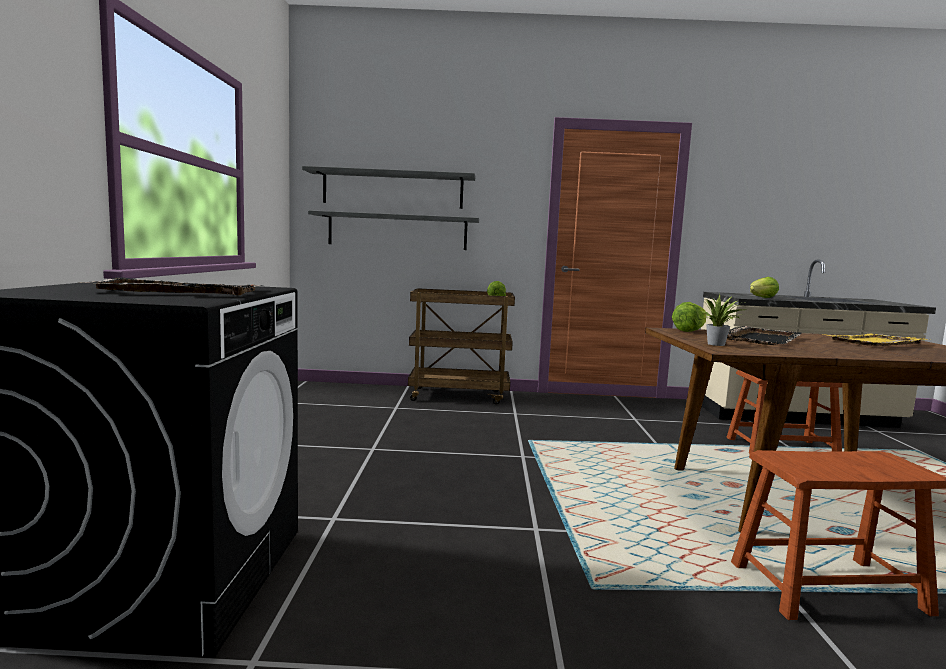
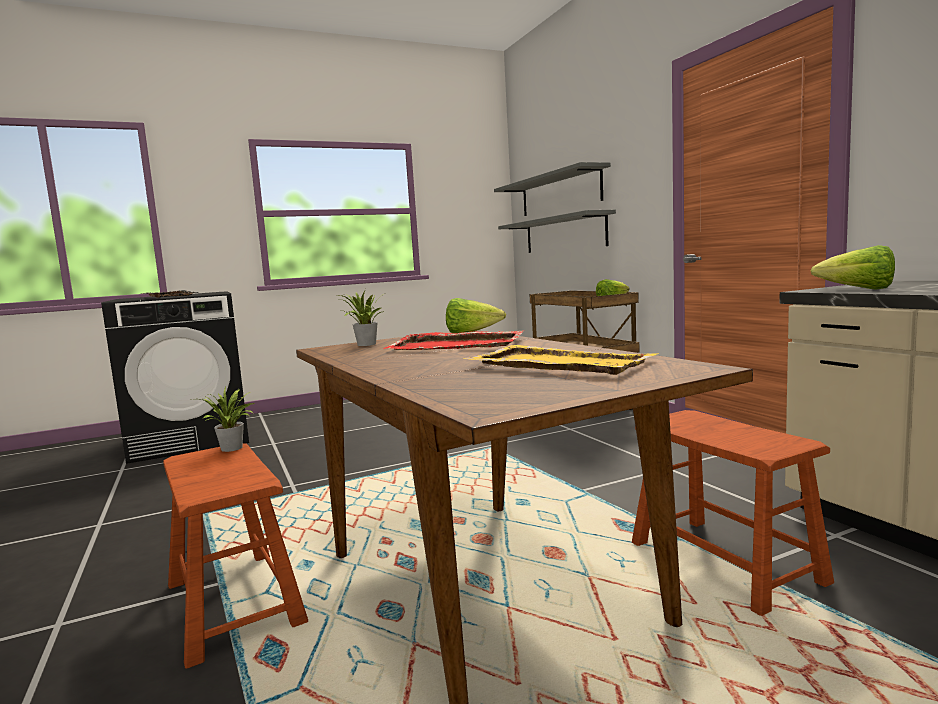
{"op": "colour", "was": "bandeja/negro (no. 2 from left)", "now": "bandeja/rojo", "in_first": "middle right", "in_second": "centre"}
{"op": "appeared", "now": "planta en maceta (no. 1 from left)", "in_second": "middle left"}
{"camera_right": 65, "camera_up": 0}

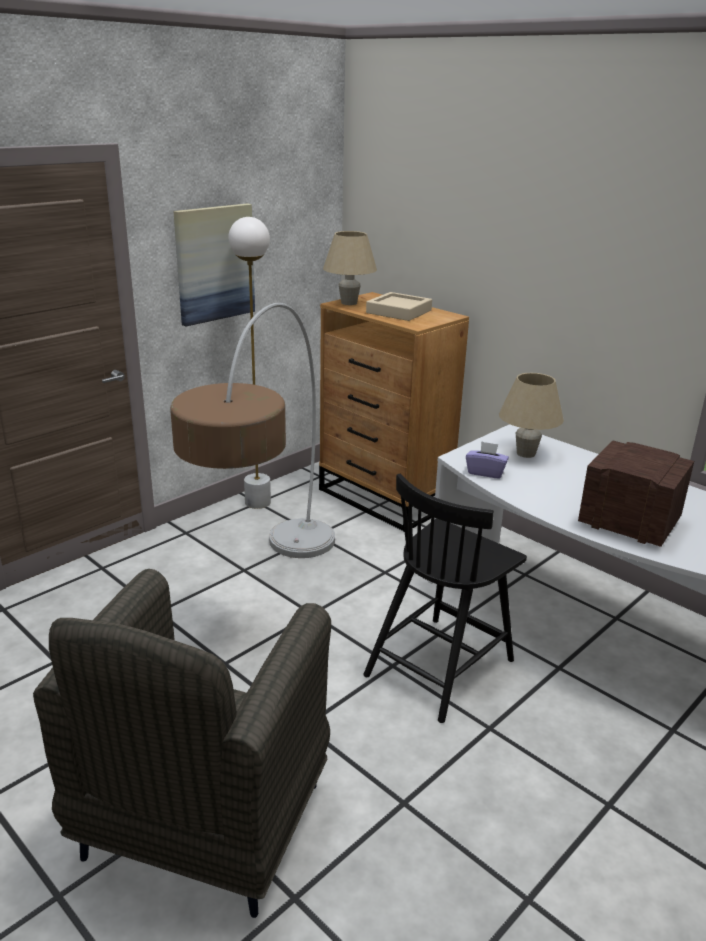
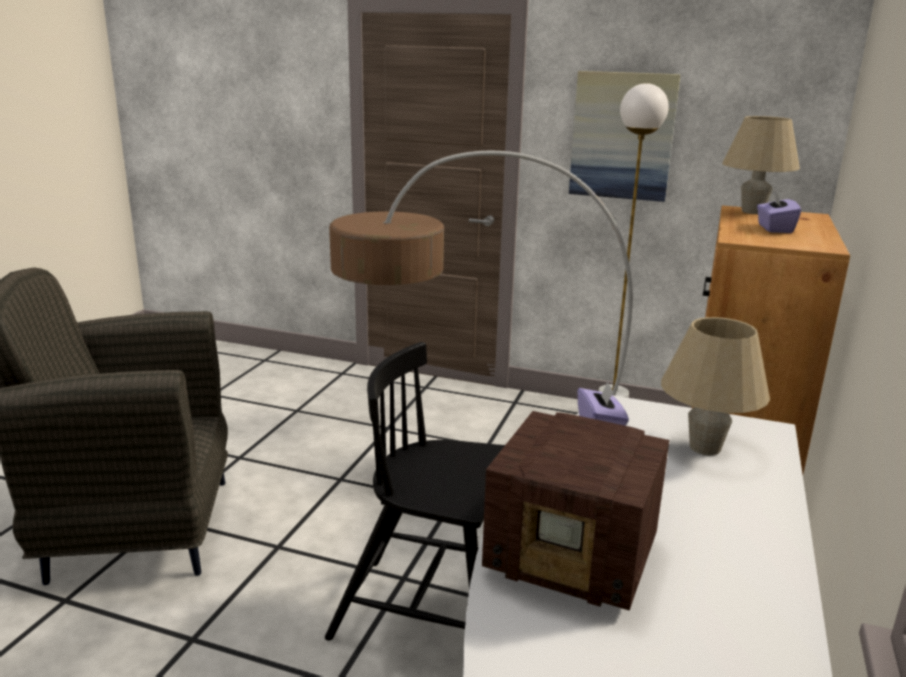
{"op": "exchanged", "was": "bandeja/beis", "now": "caja de pañuelos/morado (no. 2 from left)", "in_first": "top centre", "in_second": "top right"}
{"op": "spun", "was": "radio", "in_first": "middle right", "in_second": "bottom centre", "clockwise": 105}
{"camera_right": 65, "camera_up": -5}

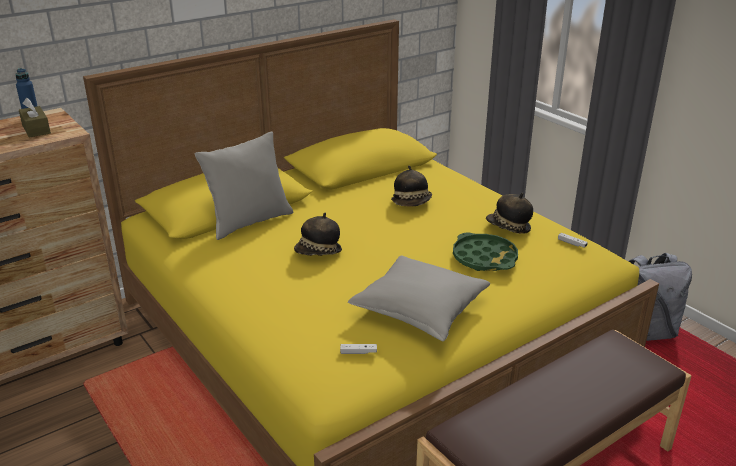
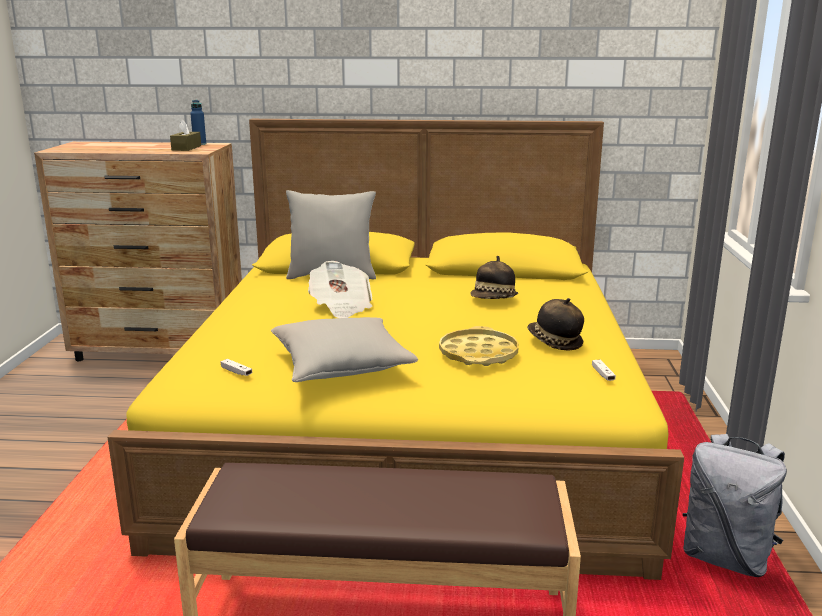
{"op": "exchanged", "was": "sombrero (no. 1 from left)", "now": "periódico", "in_first": "centre", "in_second": "centre"}
{"op": "colour", "was": "bandeja/verde", "now": "bandeja/amarillo", "in_first": "centre", "in_second": "centre"}
{"camera_right": 40, "camera_up": -10}

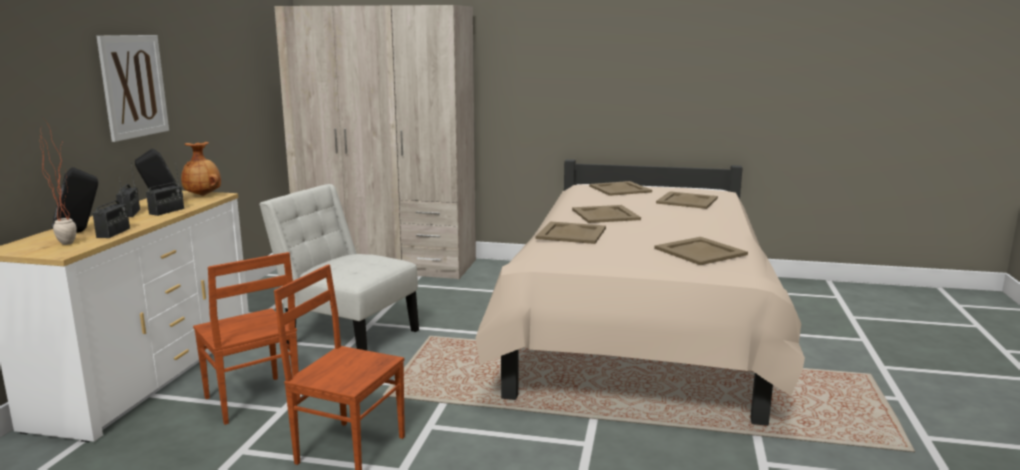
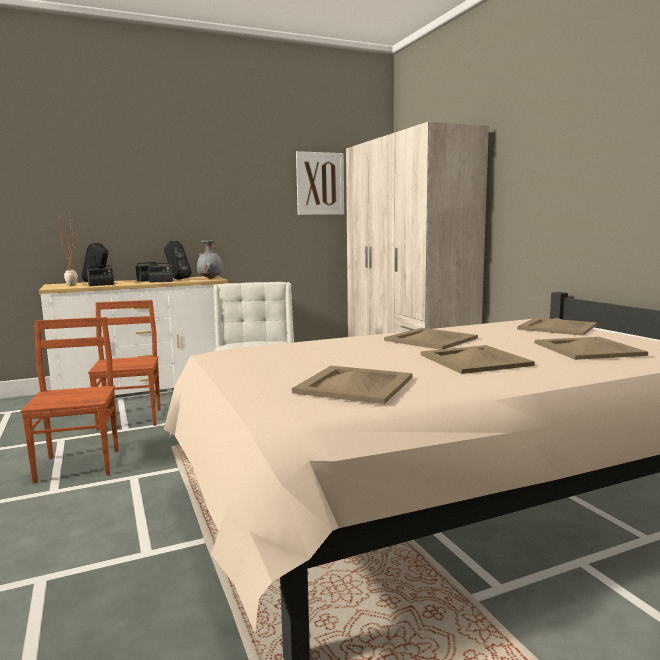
{"op": "relocated", "was": "cuadro", "in_first": "top left", "in_second": "top centre"}
{"op": "colour", "was": "florero/marrón", "now": "florero/gris", "in_first": "middle left", "in_second": "middle left"}
{"op": "relocated", "was": "bandeja/beis (no. 1 from left in the first image)", "now": "bandeja/beis (no. 3 from left)", "in_first": "centre", "in_second": "middle right"}
{"op": "spun", "was": "silla/marrón (no. 1 from left in the first image)", "in_first": "bottom left", "in_second": "middle left", "clockwise": 150}
{"camera_right": 55, "camera_up": -5}

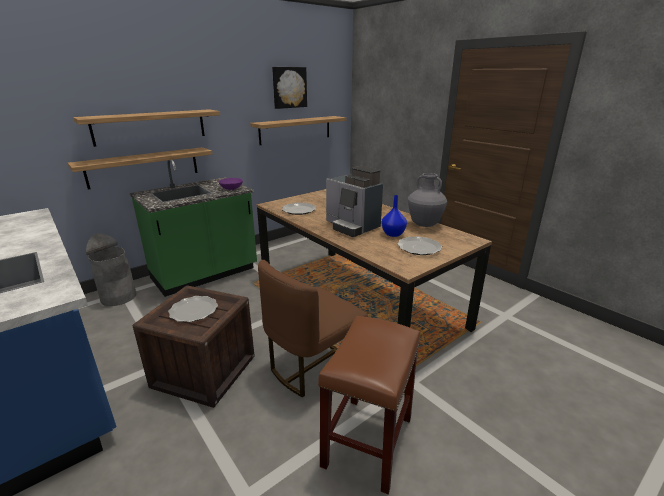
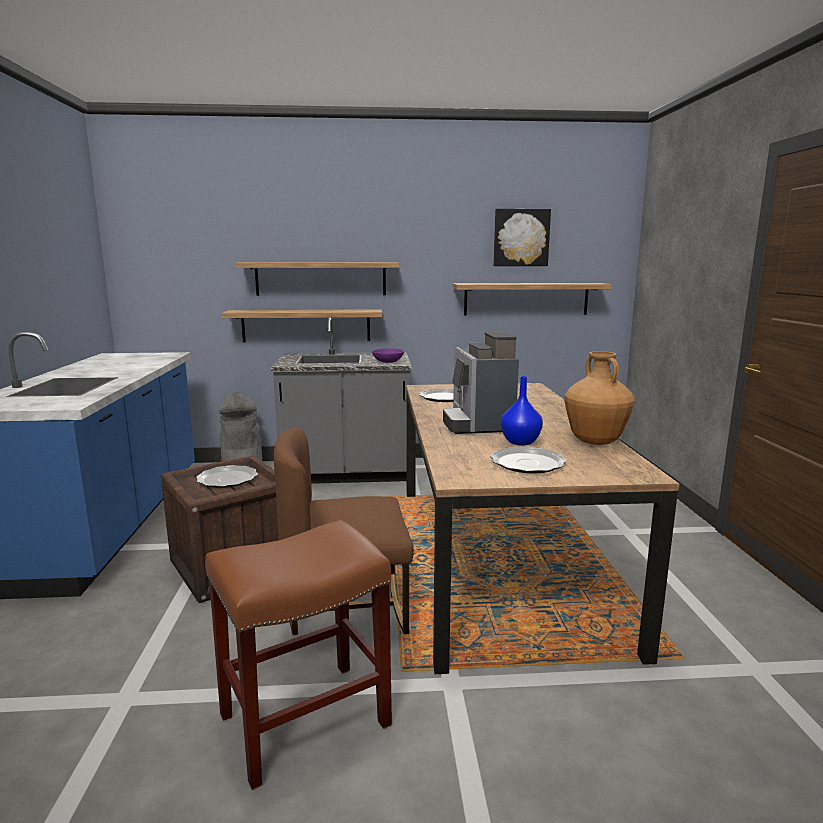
{"op": "colour", "was": "mueble bajo de cocina/verde", "now": "mueble bajo de cocina/gris", "in_first": "middle left", "in_second": "centre"}
{"op": "colour", "was": "florero/gris", "now": "florero/marrón", "in_first": "centre", "in_second": "middle right"}
{"camera_right": 35, "camera_up": -10}

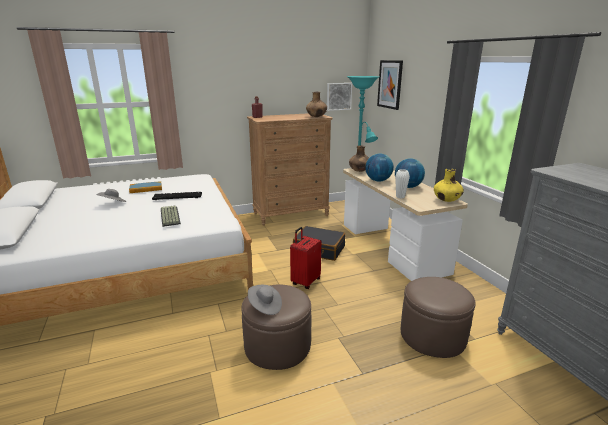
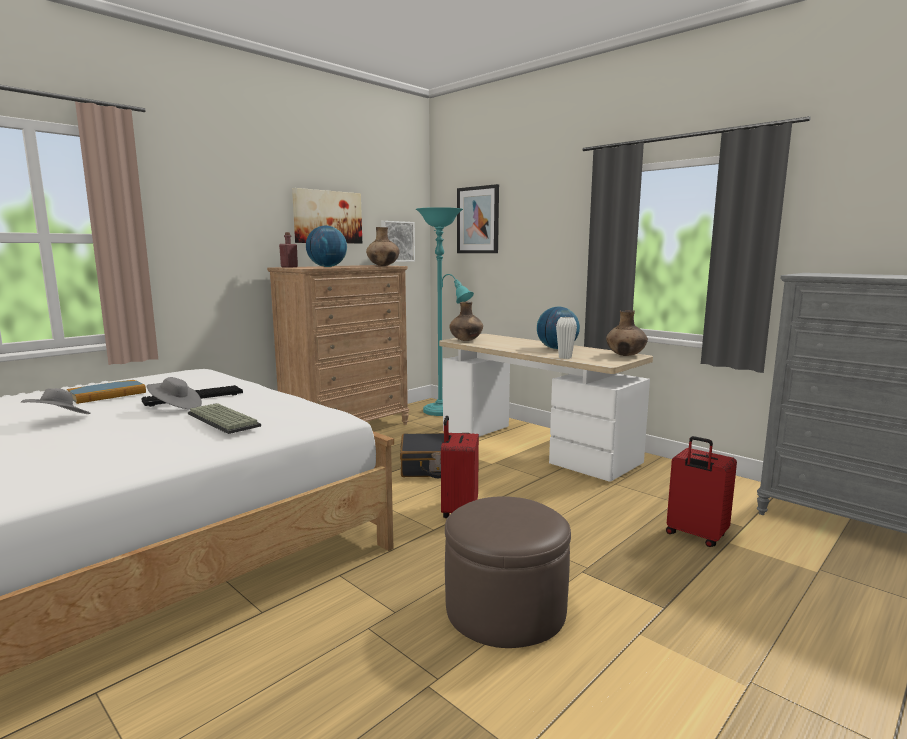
{"op": "relocated", "was": "globo terráqueo (no. 1 from left)", "in_first": "centre", "in_second": "top centre"}
{"op": "colour", "was": "florero/amarillo", "now": "florero/marrón (no. 3 from left)", "in_first": "middle right", "in_second": "middle right"}
{"op": "exchanged", "was": "puf/marrón (no. 2 from left)", "now": "maleta/rojo (no. 2 from left)", "in_first": "bottom right", "in_second": "middle right"}
{"op": "relocated", "was": "sombrero/gris (no. 2 from left)", "in_first": "bottom centre", "in_second": "middle left"}
{"op": "appeared", "now": "cuadro (no. 1 from left)", "in_second": "top centre"}
{"camera_right": -25, "camera_up": -10}

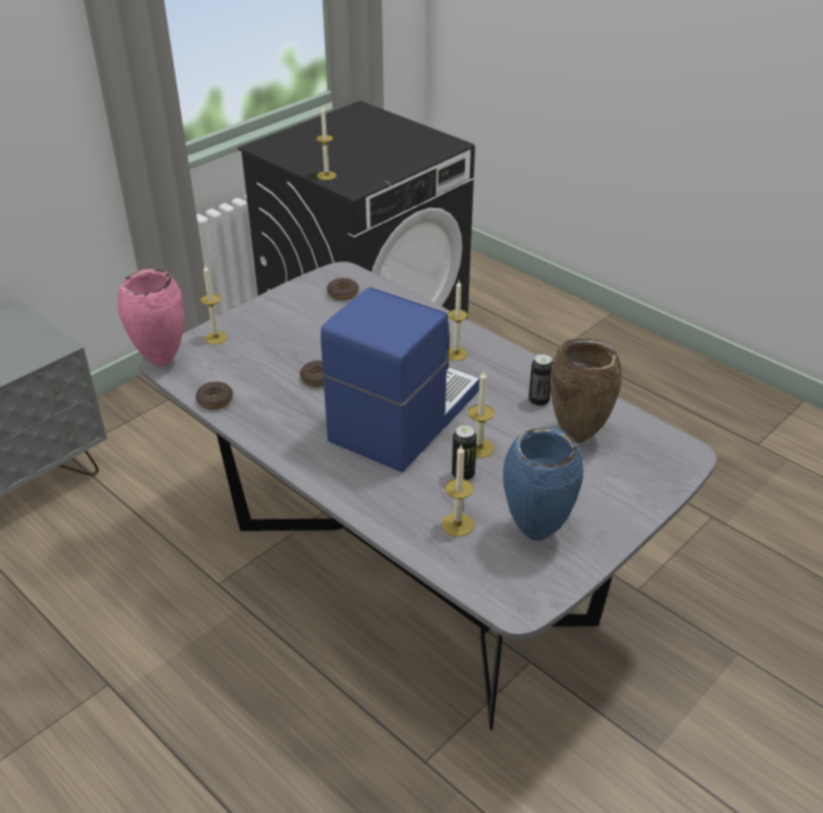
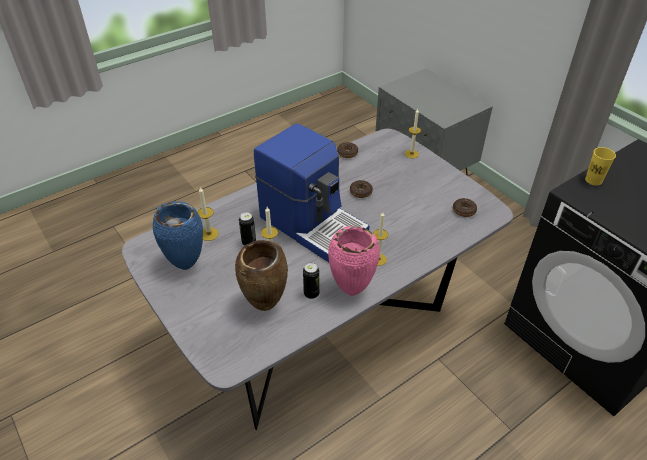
{"op": "exchanged", "was": "vela (no. 2 from left)", "now": "taza/amarillo", "in_first": "top centre", "in_second": "middle right"}
{"op": "relocated", "was": "florero/rosa", "in_first": "middle left", "in_second": "centre"}
{"camera_right": 100, "camera_up": 5}

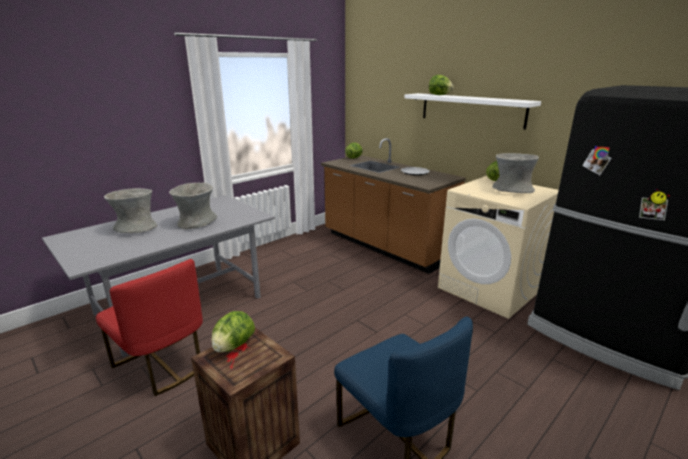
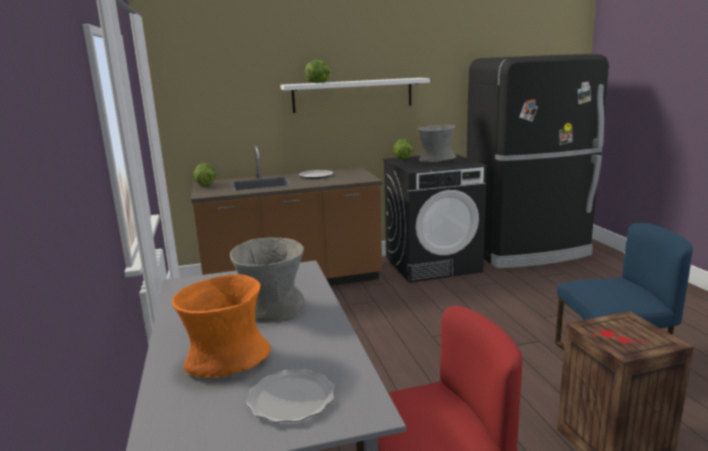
{"op": "colour", "was": "lavadora/beis", "now": "lavadora/negro", "in_first": "middle right", "in_second": "centre"}
{"op": "colour", "was": "florero/gris (no. 1 from left)", "now": "florero/naranja", "in_first": "middle left", "in_second": "bottom left"}
{"op": "missing", "was": "lechuga (no. 1 from left)", "in_first": "bottom centre"}
{"op": "appeared", "now": "plato (no. 1 from left)", "in_second": "bottom centre"}
{"camera_right": -60, "camera_up": -5}

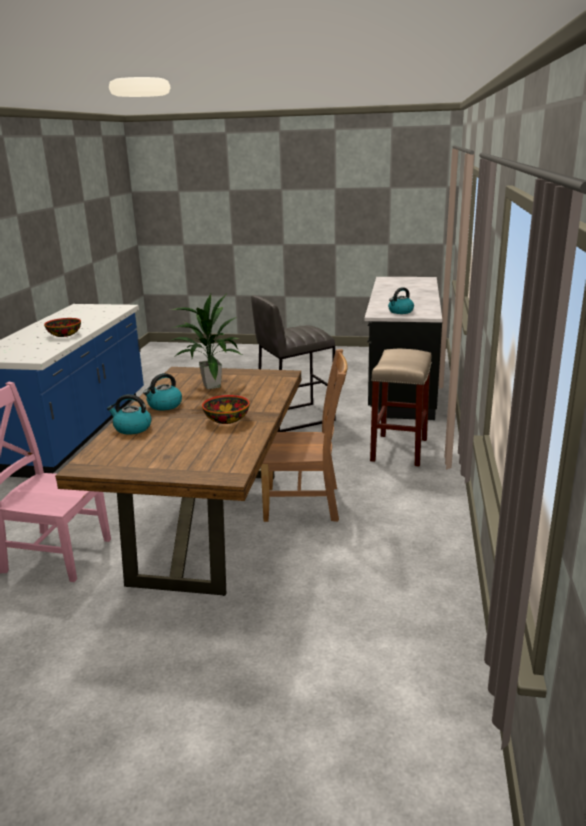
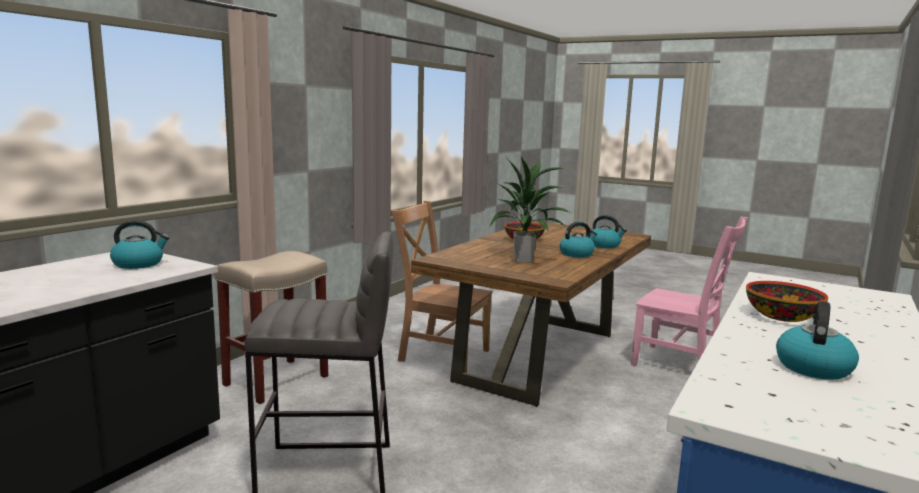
{"op": "appeared", "now": "hervidor (no. 4 from left)", "in_second": "bottom right"}
{"camera_right": -160, "camera_up": -10}

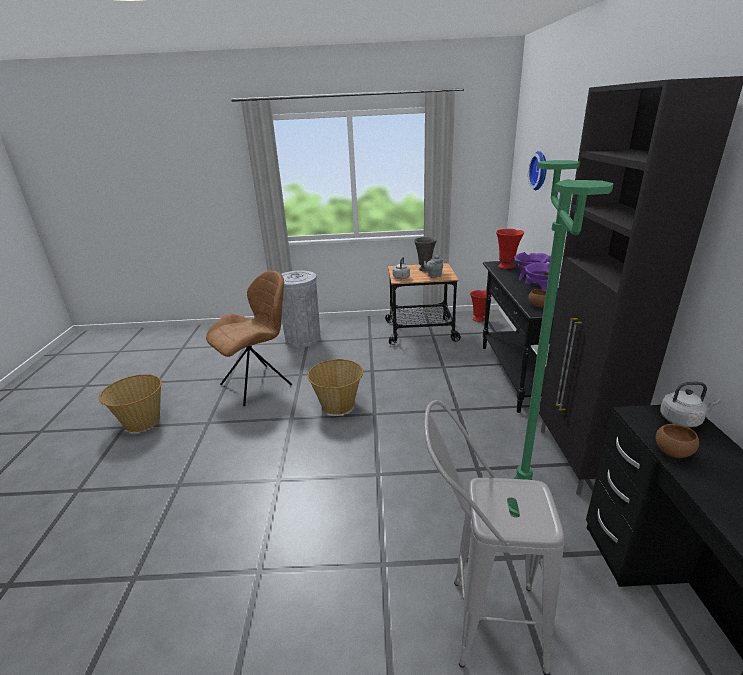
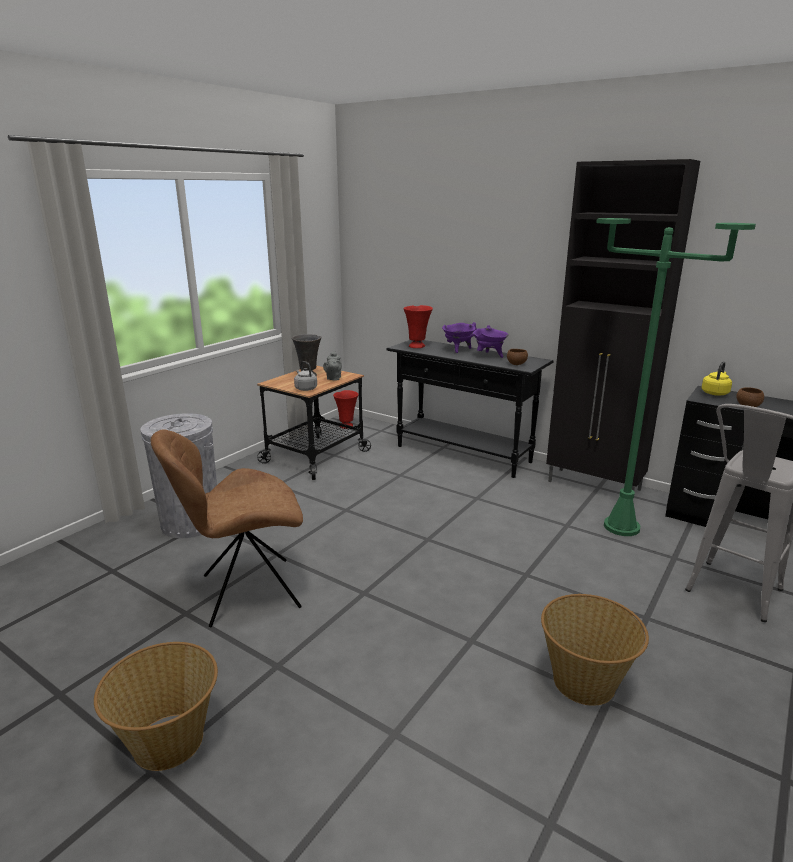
{"op": "missing", "was": "reloj de pared", "in_first": "top right"}
{"op": "spun", "was": "silla/marrón", "in_first": "centre", "in_second": "middle left", "clockwise": -105}
{"op": "relocated", "was": "cesta (no. 2 from left)", "in_first": "centre", "in_second": "bottom right"}
{"op": "colour", "was": "hervidor/gris (no. 2 from left)", "now": "hervidor/amarillo", "in_first": "middle right", "in_second": "middle right"}
{"camera_right": -55, "camera_up": -5}

